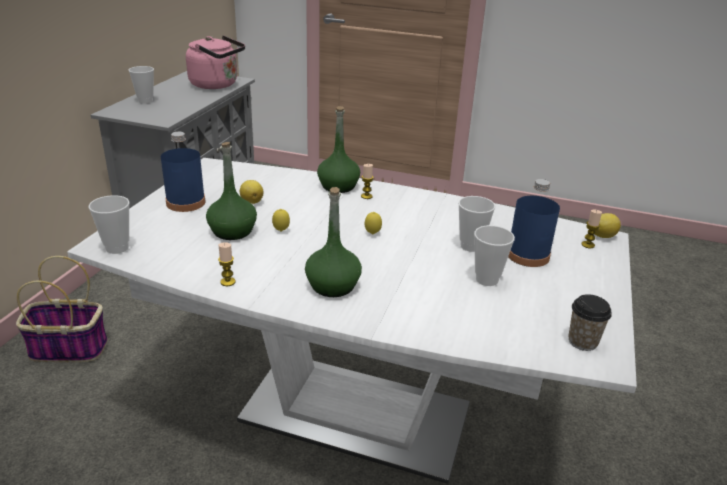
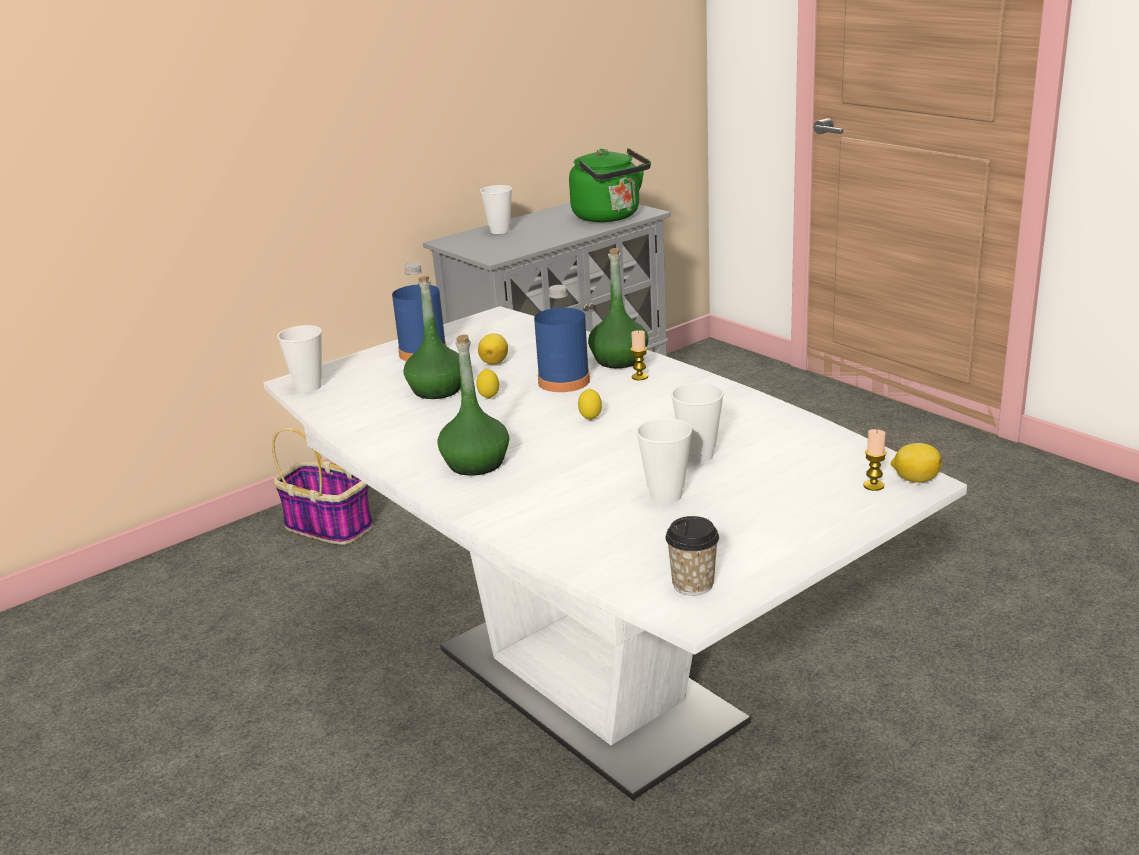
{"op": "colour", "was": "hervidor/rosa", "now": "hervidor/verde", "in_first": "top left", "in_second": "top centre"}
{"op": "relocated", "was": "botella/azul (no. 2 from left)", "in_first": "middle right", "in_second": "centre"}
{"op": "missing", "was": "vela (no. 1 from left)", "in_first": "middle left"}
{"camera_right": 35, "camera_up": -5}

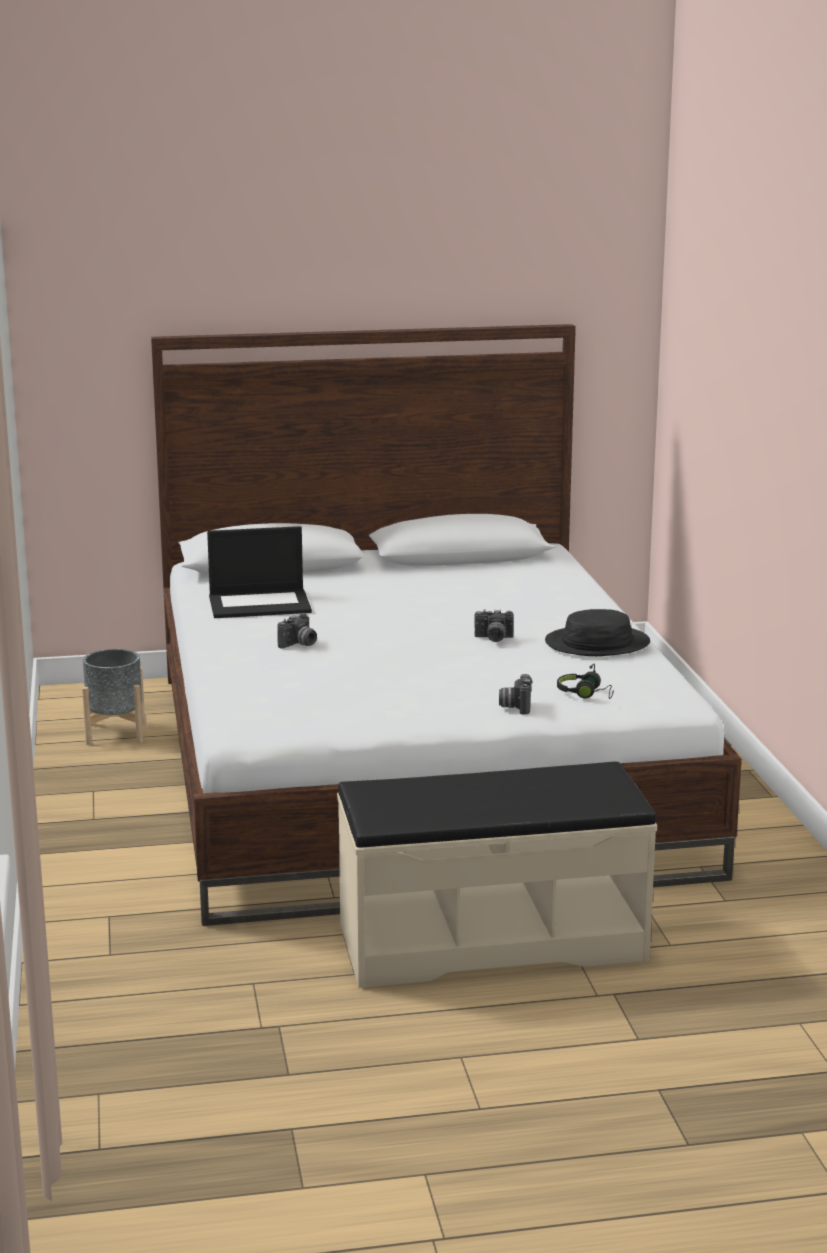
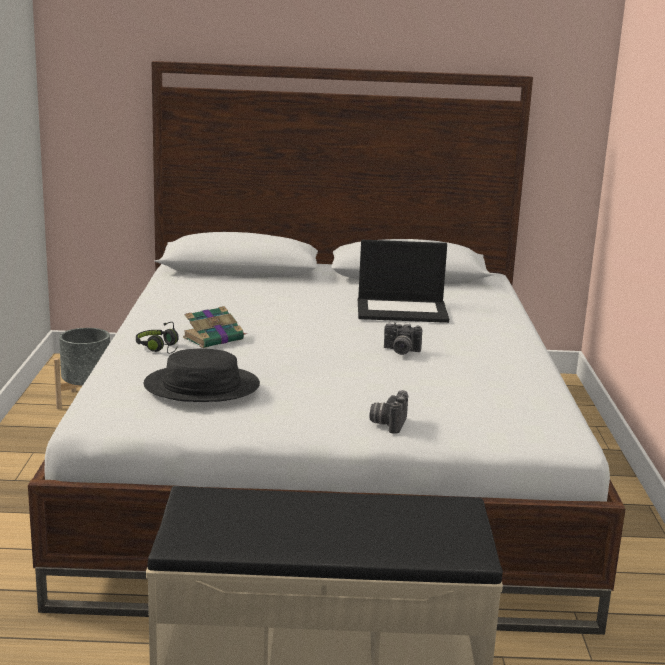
{"op": "relocated", "was": "portátil", "in_first": "middle left", "in_second": "centre"}
{"op": "relocated", "was": "sombrero/negro", "in_first": "middle right", "in_second": "middle left"}
{"op": "exchanged", "was": "cámara (no. 1 from left)", "now": "libro", "in_first": "centre", "in_second": "middle left"}
{"op": "relocated", "was": "auriculares/negro", "in_first": "middle right", "in_second": "middle left"}
{"camera_right": 10, "camera_up": 0}

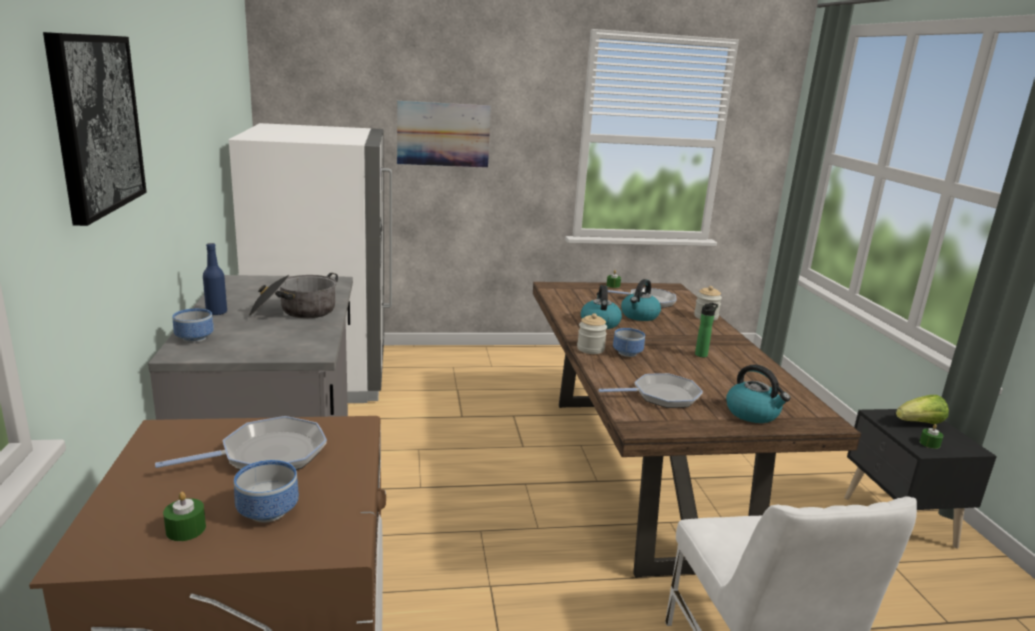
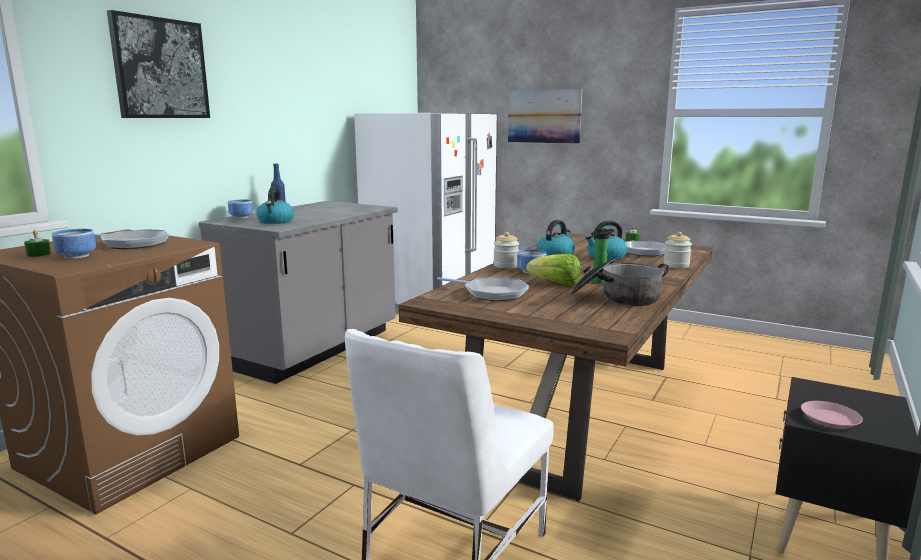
{"op": "relocated", "was": "olla", "in_first": "middle left", "in_second": "middle right"}
{"op": "relocated", "was": "hervidor (no. 3 from left in the first image)", "now": "hervidor (no. 1 from left)", "in_first": "middle right", "in_second": "middle left"}
{"op": "relocated", "was": "lechuga", "in_first": "middle right", "in_second": "centre"}
{"op": "exchanged", "was": "vela/verde (no. 3 from left)", "now": "plato/rosa", "in_first": "bottom right", "in_second": "bottom right"}
{"camera_right": 40, "camera_up": -5}

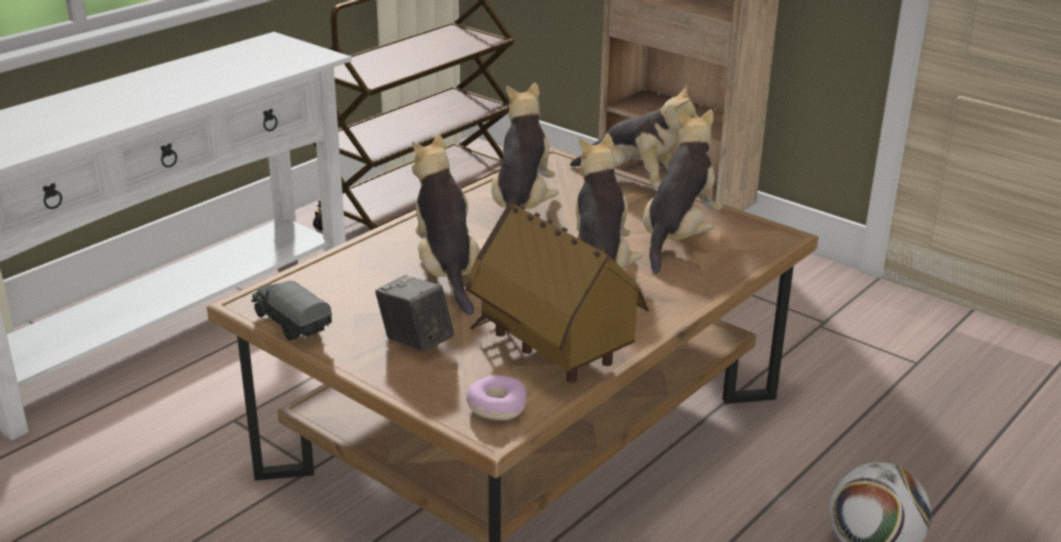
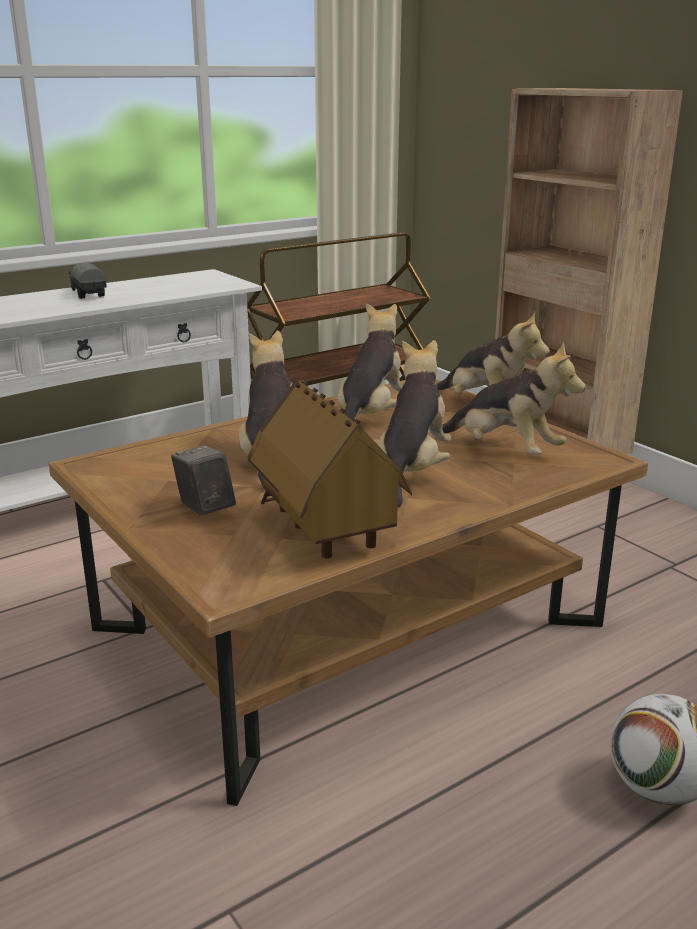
{"op": "spun", "was": "peluche (no. 5 from left)", "in_first": "centre", "in_second": "middle right", "clockwise": 90}
{"op": "relocated", "was": "camión de juguete", "in_first": "middle left", "in_second": "top left"}
{"op": "missing", "was": "rosquilla", "in_first": "bottom centre"}
{"camera_right": 15, "camera_up": -5}

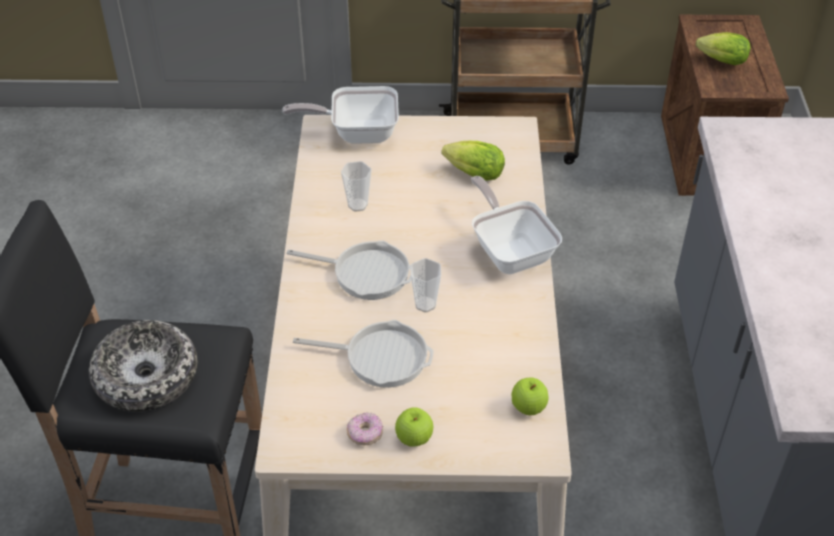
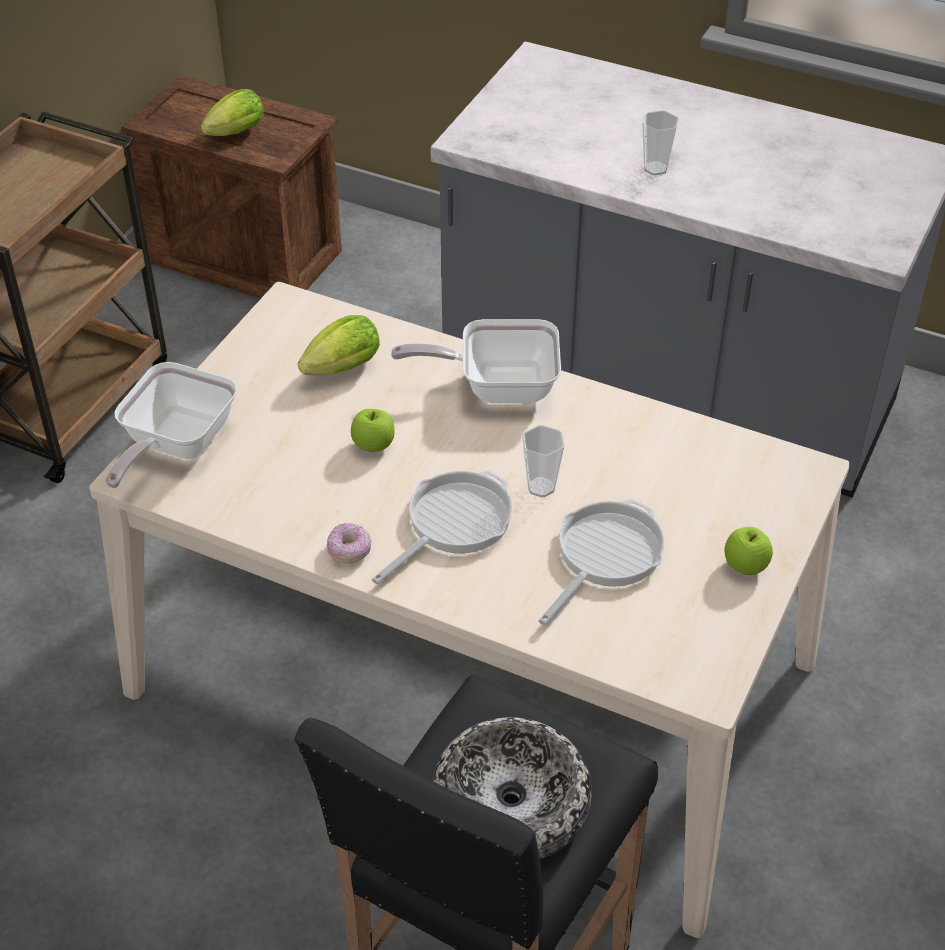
{"op": "relocated", "was": "taza (no. 1 from left in the first image)", "now": "taza (no. 2 from left)", "in_first": "centre", "in_second": "top right"}
{"op": "relocated", "was": "manzana (no. 2 from left in the first image)", "now": "manzana (no. 1 from left)", "in_first": "bottom centre", "in_second": "centre"}
{"op": "relocated", "was": "rosquilla", "in_first": "bottom centre", "in_second": "centre"}
{"camera_right": -65, "camera_up": 0}

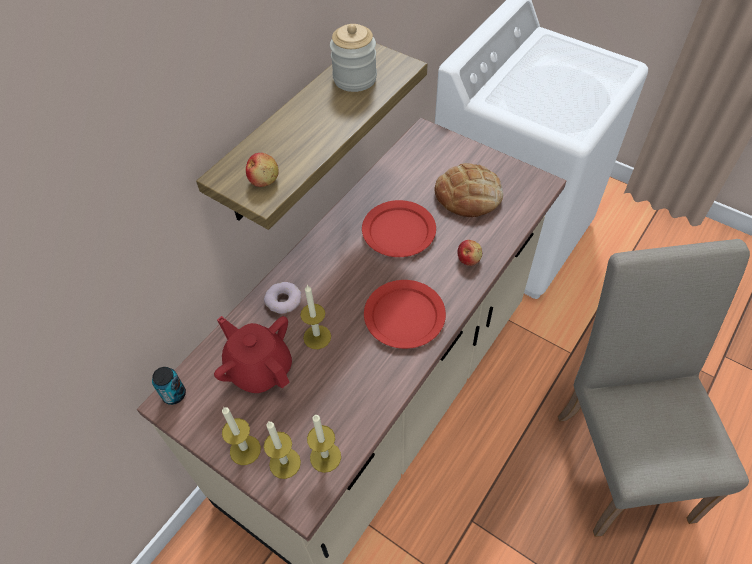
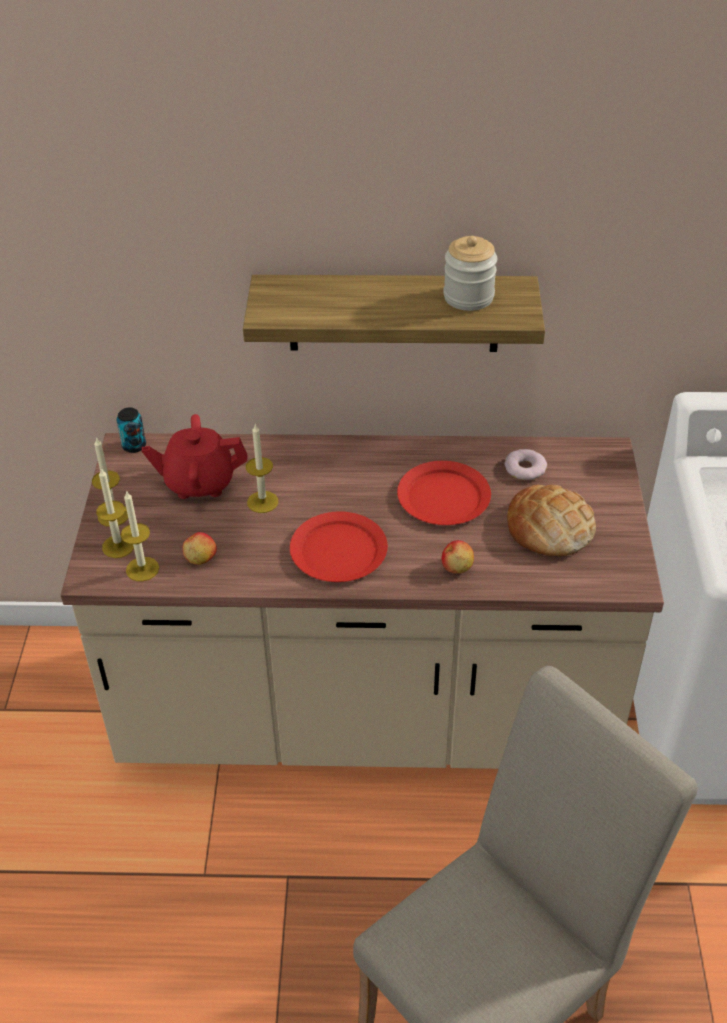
{"op": "relocated", "was": "manzana (no. 1 from left)", "in_first": "top centre", "in_second": "middle left"}
{"op": "relocated", "was": "rosquilla", "in_first": "centre", "in_second": "middle right"}
{"op": "spun", "was": "tetera/rojo", "in_first": "centre", "in_second": "middle left", "clockwise": -105}
{"camera_right": 55, "camera_up": -10}

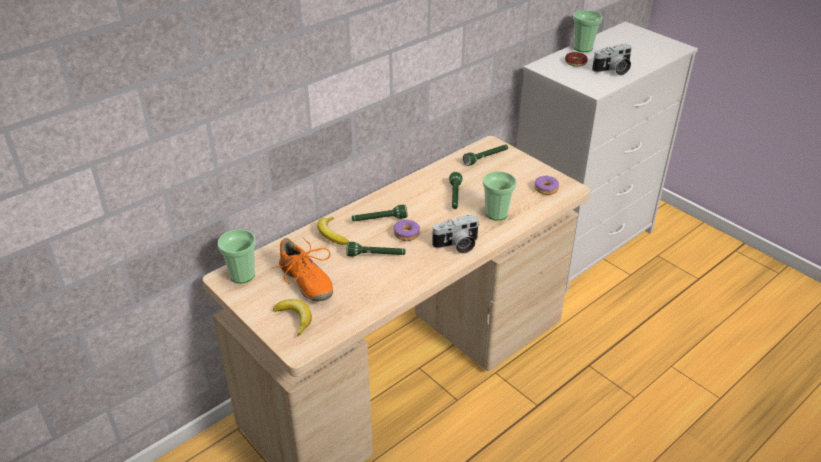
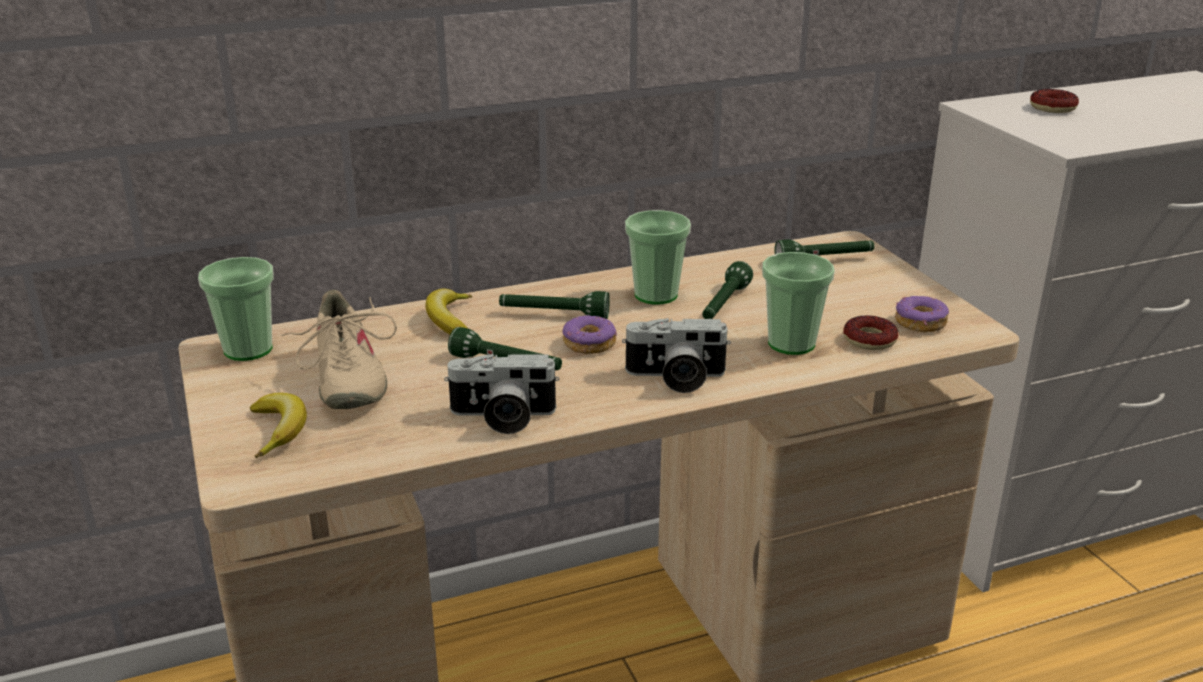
{"op": "relocated", "was": "taza (no. 3 from left in the first image)", "now": "taza (no. 2 from left)", "in_first": "top right", "in_second": "centre"}
{"op": "relocated", "was": "cámara (no. 2 from left in the first image)", "now": "cámara (no. 1 from left)", "in_first": "top right", "in_second": "centre"}
{"op": "colour", "was": "zapato/naranja", "now": "zapato/beis", "in_first": "centre", "in_second": "middle left"}
{"op": "appeared", "now": "rosquilla (no. 2 from left)", "in_second": "middle right"}
{"camera_right": 20, "camera_up": -10}

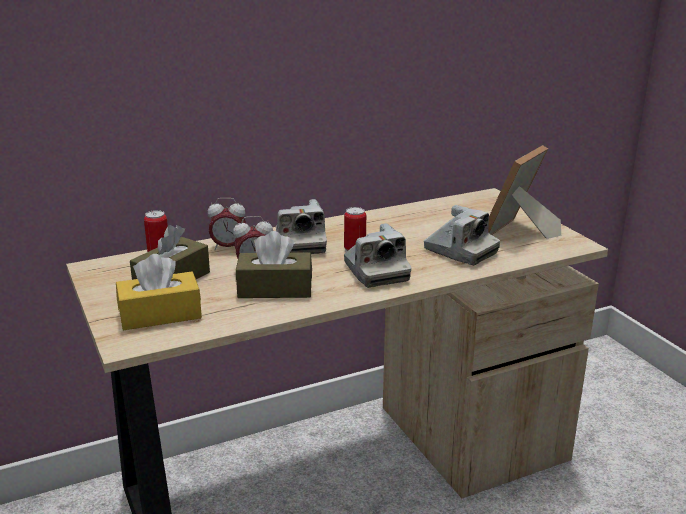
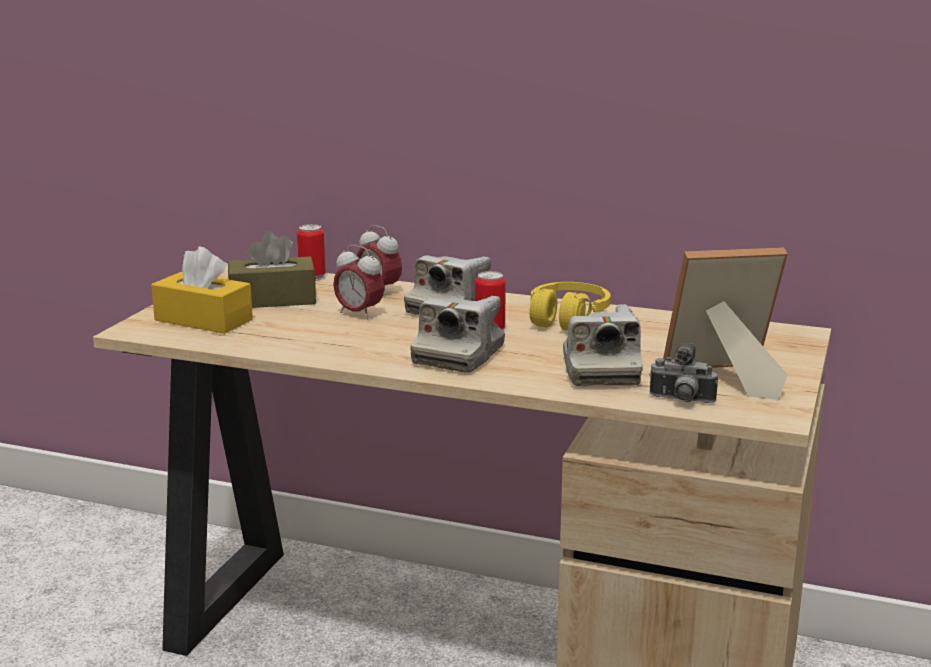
{"op": "missing", "was": "caja de pañuelos/marrón (no. 2 from left)", "in_first": "centre"}
{"op": "appeared", "now": "auriculares/amarillo", "in_second": "centre"}
{"op": "appeared", "now": "cámara (no. 4 from left)", "in_second": "middle right"}
{"camera_right": 45, "camera_up": -5}

